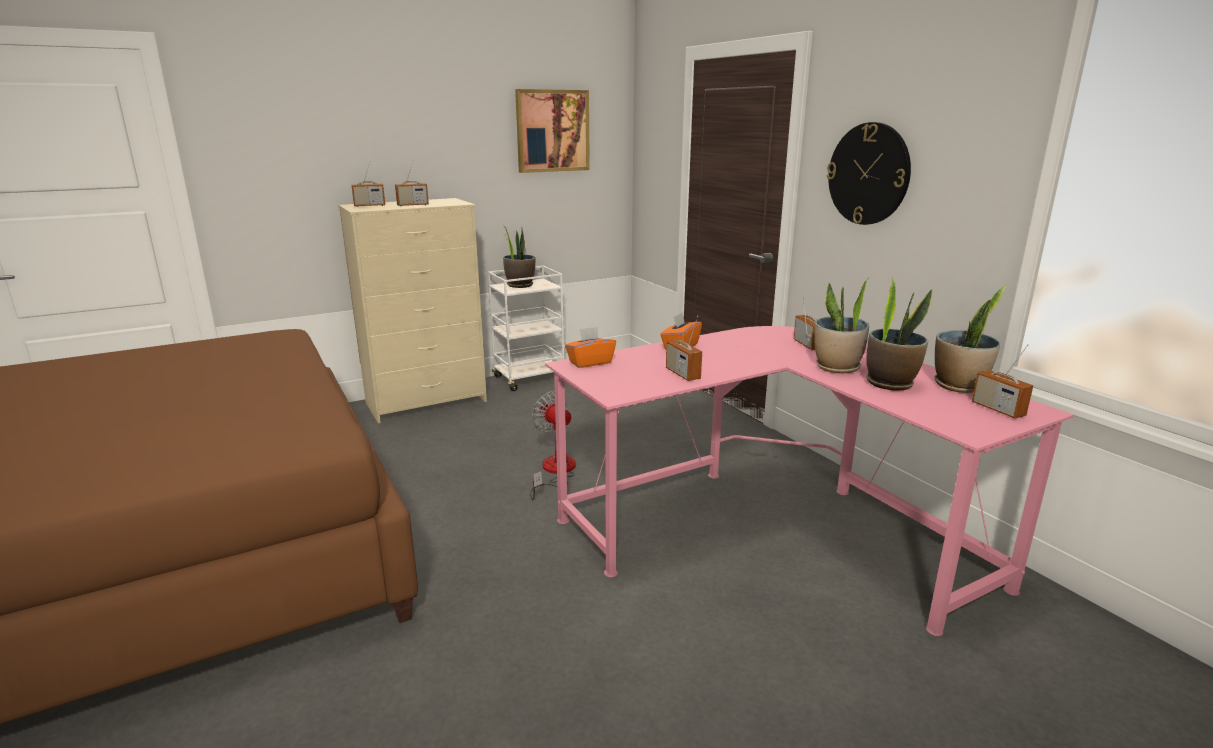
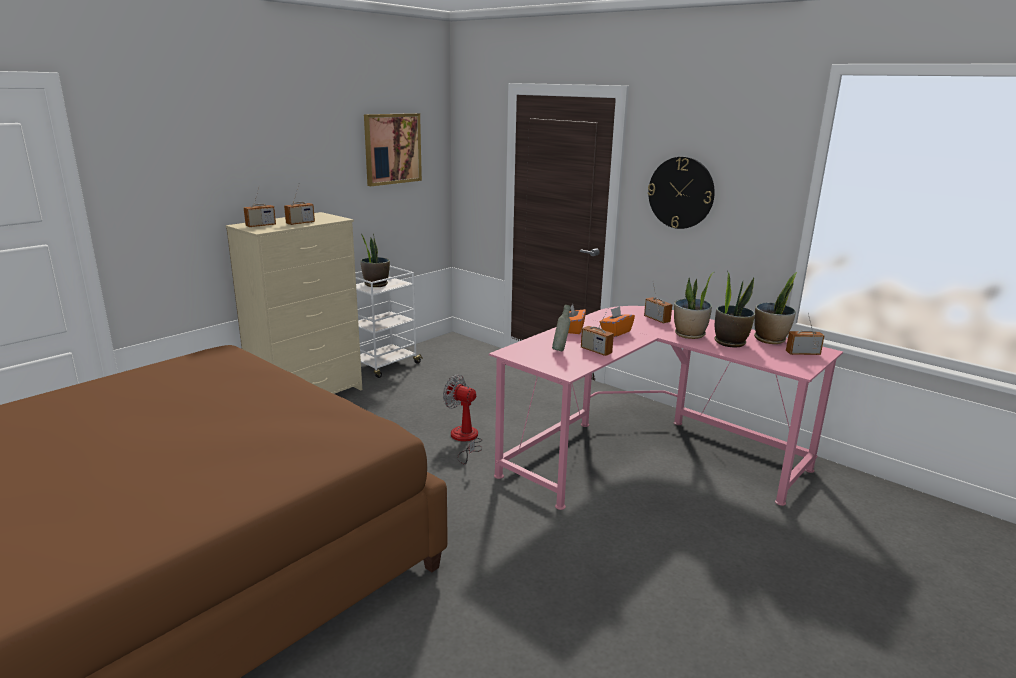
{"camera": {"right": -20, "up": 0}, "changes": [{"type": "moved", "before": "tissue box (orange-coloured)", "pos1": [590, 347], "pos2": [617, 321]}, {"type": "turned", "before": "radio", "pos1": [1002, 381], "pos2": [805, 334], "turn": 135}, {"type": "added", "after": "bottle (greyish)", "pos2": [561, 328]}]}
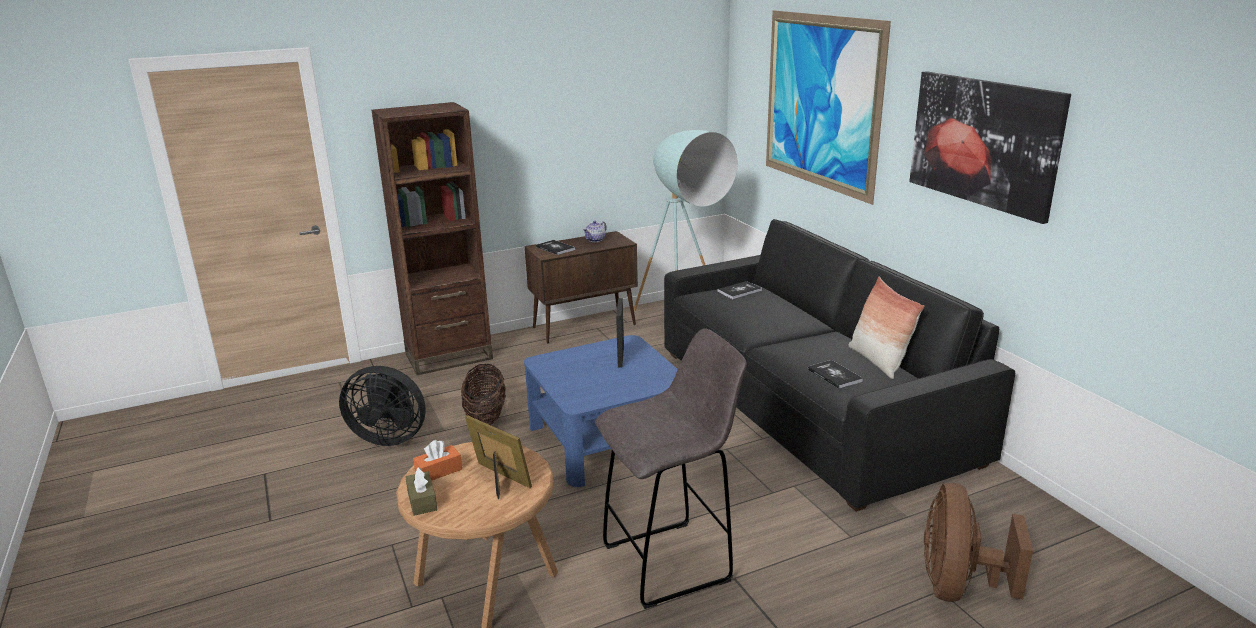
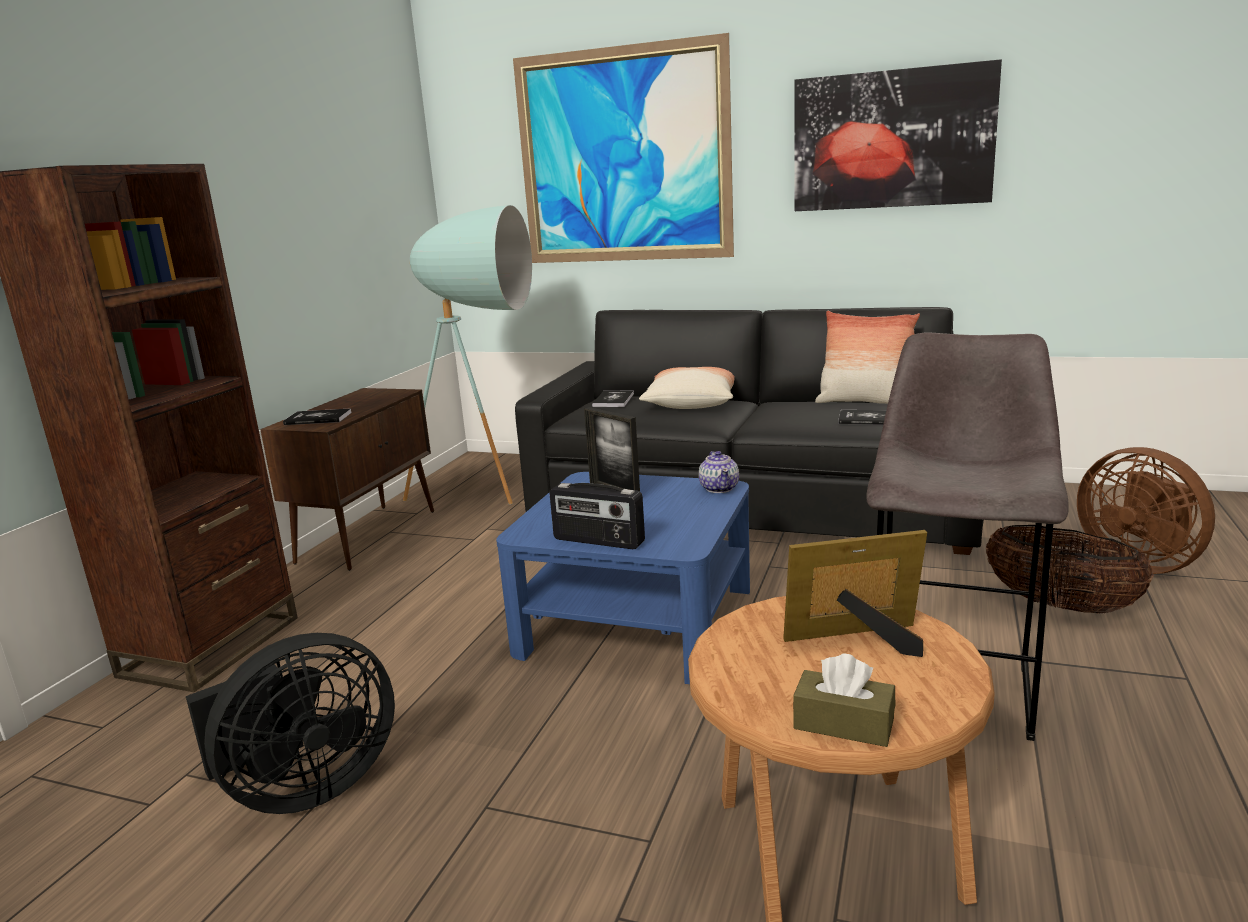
{"camera": {"right": -45, "up": -5}, "changes": [{"type": "moved", "before": "teapot", "pos1": [595, 231], "pos2": [719, 472]}, {"type": "moved", "before": "basket", "pos1": [483, 394], "pos2": [1070, 569]}, {"type": "removed", "before": "tissue box (orange-coloured)", "pos1": [437, 460]}, {"type": "added", "after": "cushion", "pos2": [687, 388]}, {"type": "added", "after": "radio", "pos2": [597, 516]}]}
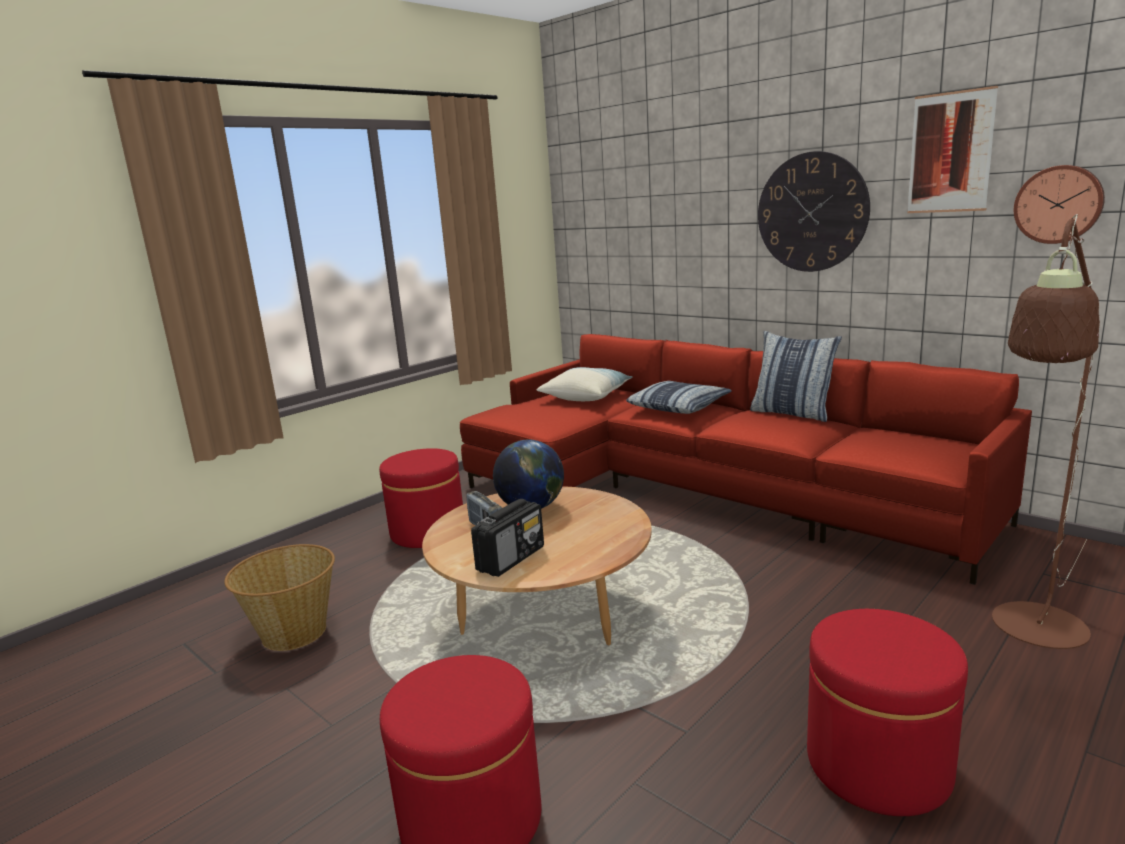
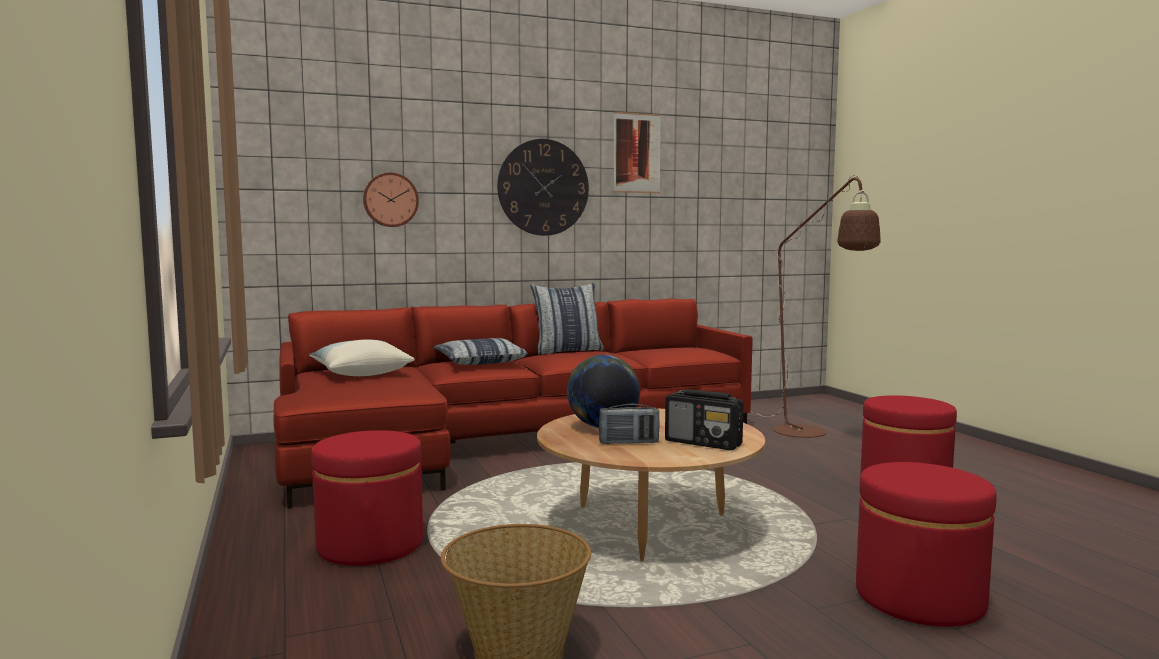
{"camera": {"right": -65, "up": -10}, "changes": [{"type": "moved", "before": "wall clock", "pos1": [1059, 204], "pos2": [391, 199]}, {"type": "turned", "before": "radio", "pos1": [507, 538], "pos2": [704, 419], "turn": 150}]}
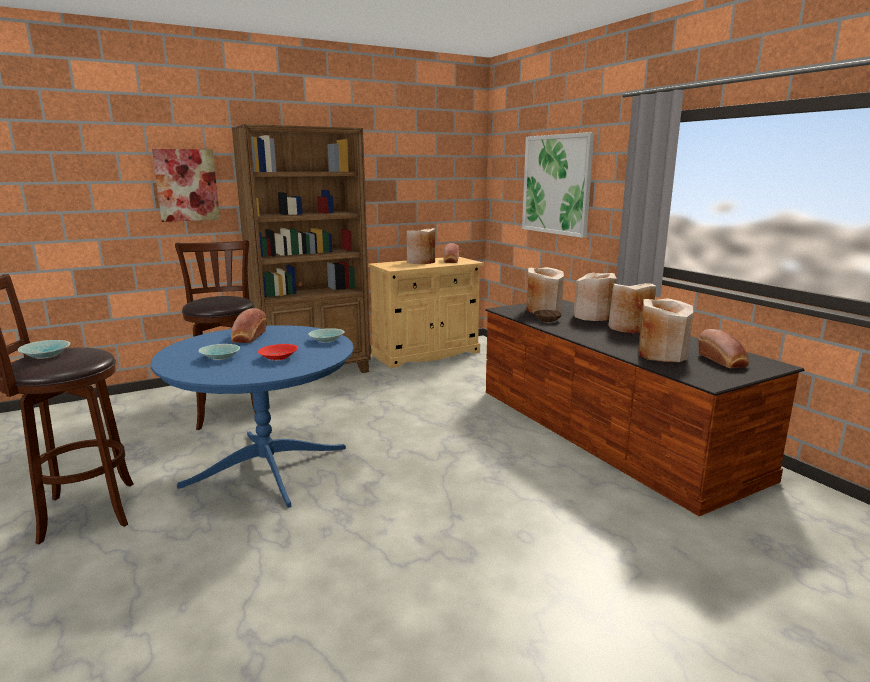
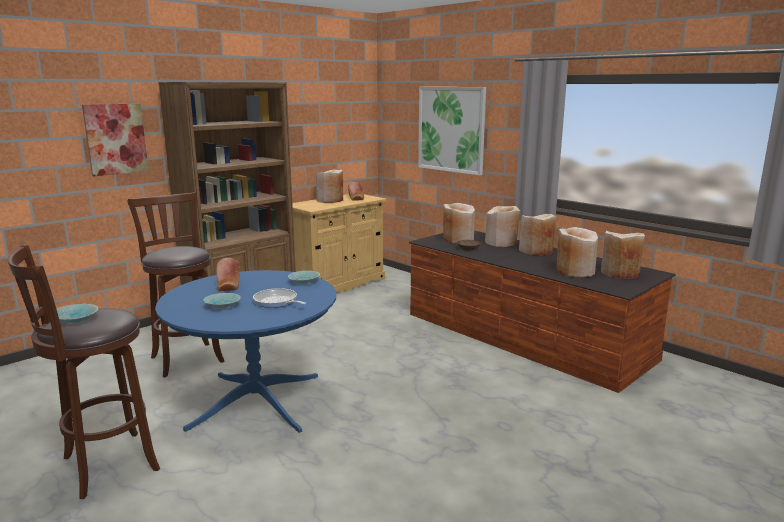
{"camera": {"right": -15, "up": 0}, "changes": [{"type": "replaced", "before": "bread", "after": "flower vase (beige-coloured)", "pos1": [723, 348], "pos2": [623, 255]}, {"type": "replaced", "before": "serving bowl (red)", "after": "skillet", "pos1": [278, 352], "pos2": [279, 298]}]}
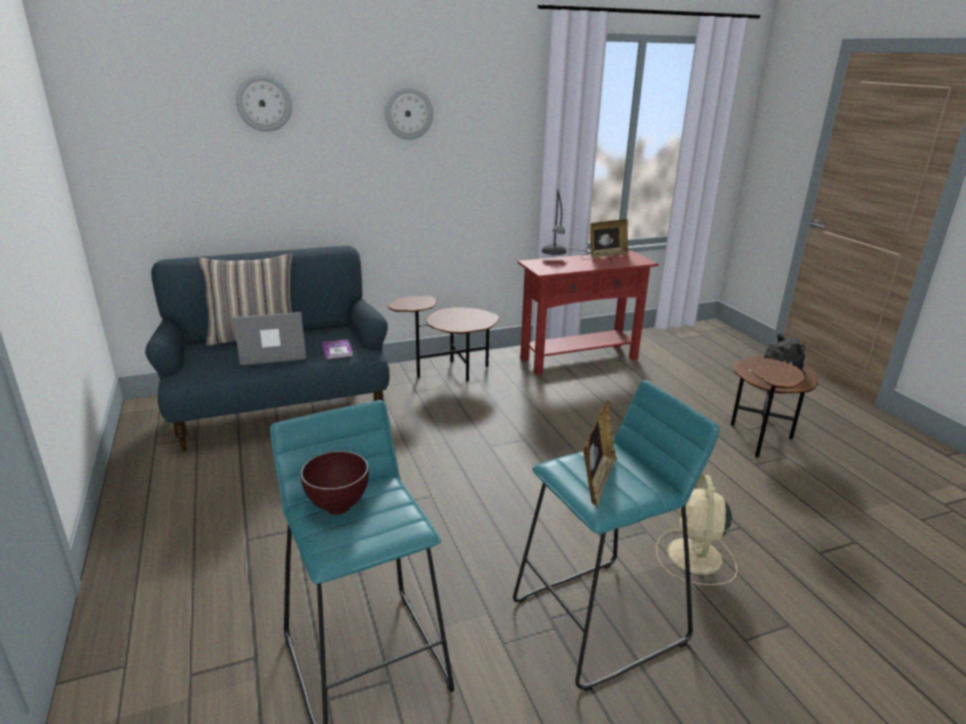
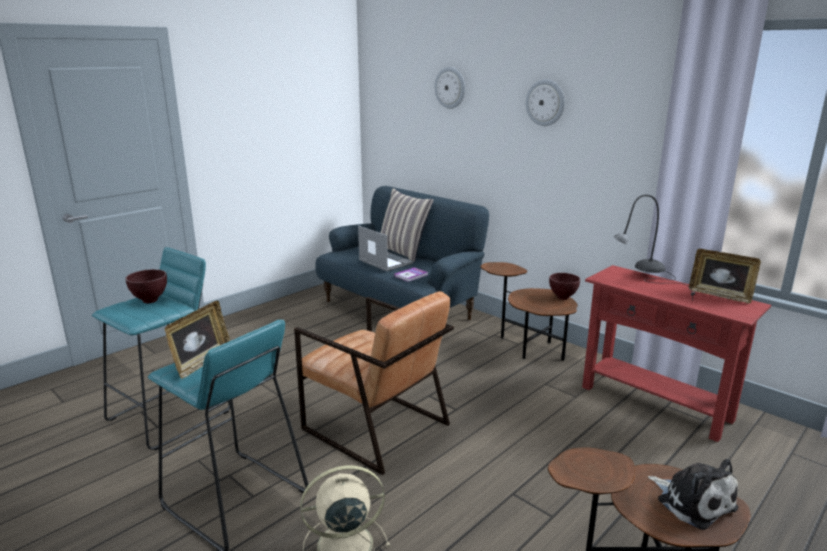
{"camera": {"right": 65, "up": -5}, "changes": [{"type": "turned", "before": "standing frame", "pos1": [600, 454], "pos2": [197, 339], "turn": -60}, {"type": "added", "after": "serving bowl (brown)", "pos2": [564, 286]}, {"type": "added", "after": "lounge chair (brown)", "pos2": [374, 383]}]}
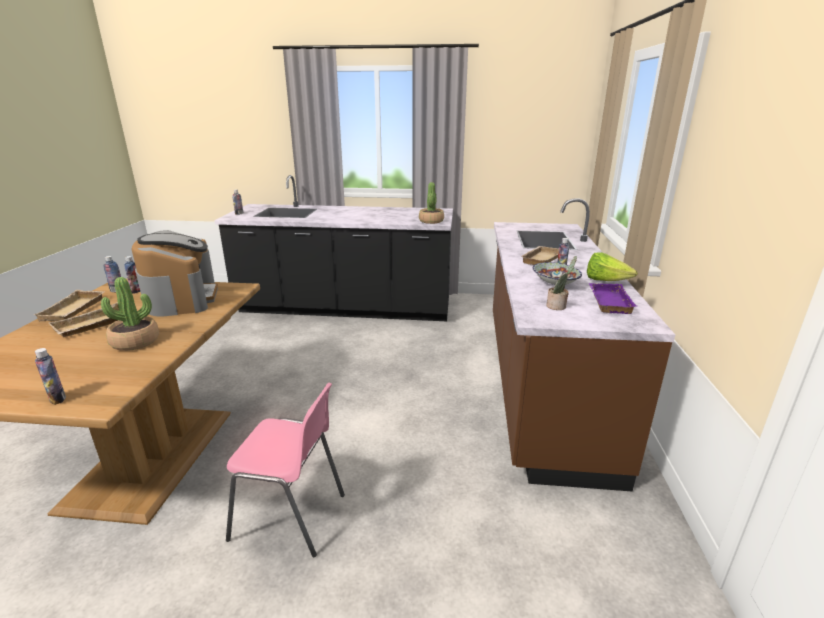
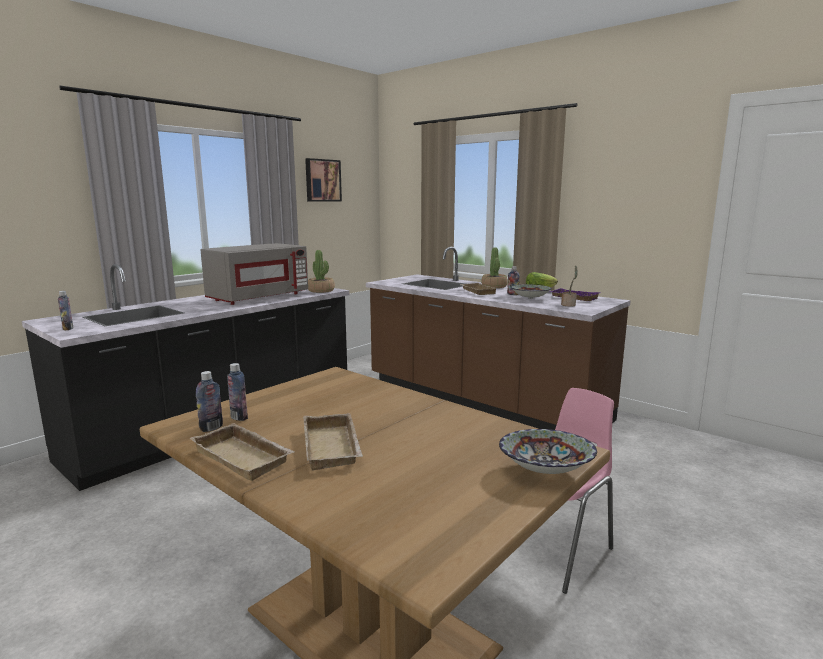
{"camera": {"right": -55, "up": -10}, "changes": [{"type": "removed", "before": "coffee brewer", "pos1": [175, 273]}, {"type": "moved", "before": "houseplant", "pos1": [130, 314], "pos2": [494, 267]}, {"type": "replaced", "before": "bottle", "after": "serving bowl", "pos1": [50, 376], "pos2": [548, 451]}, {"type": "added", "after": "wall picture", "pos2": [323, 180]}, {"type": "added", "after": "microwave (greyish)", "pos2": [254, 274]}]}
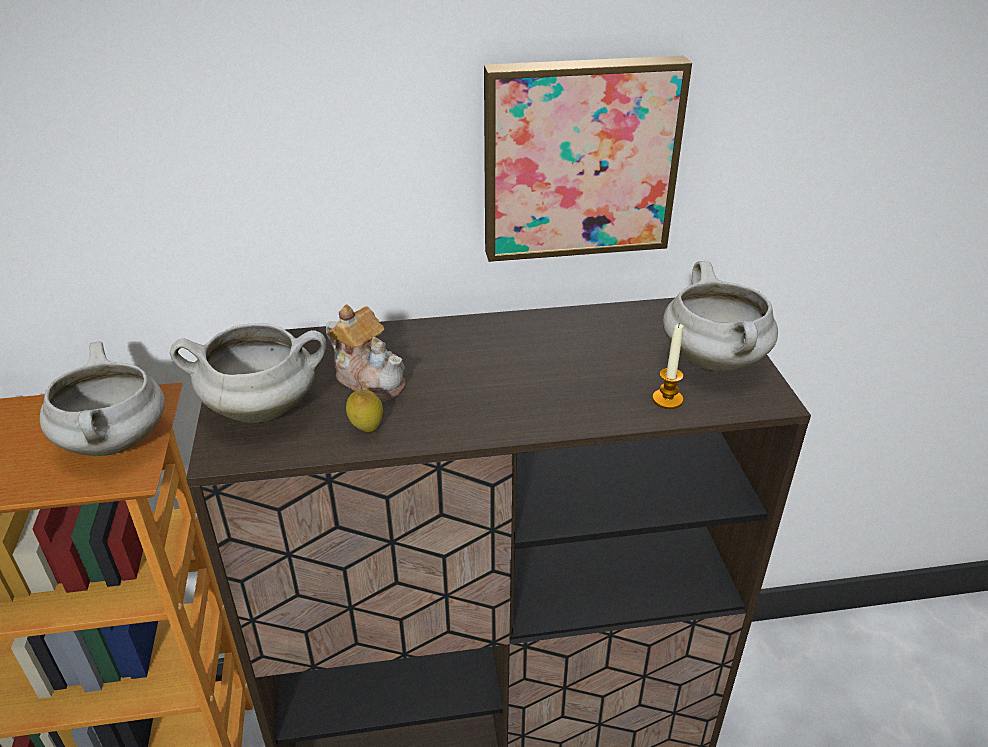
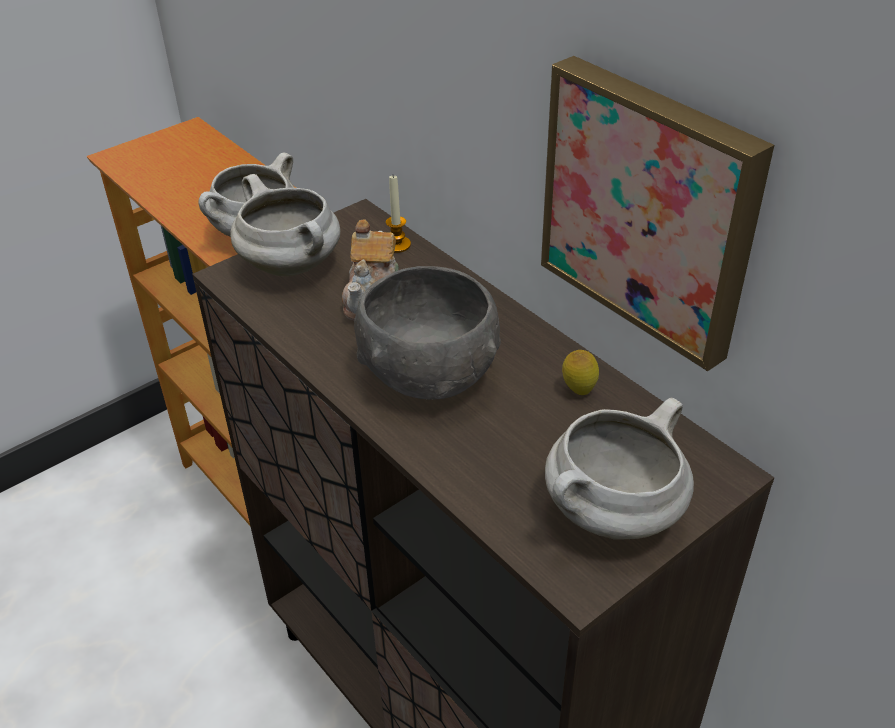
{"camera": {"right": 60, "up": 5}, "changes": [{"type": "moved", "before": "wax light", "pos1": [668, 366], "pos2": [398, 214]}, {"type": "moved", "before": "lemon", "pos1": [364, 410], "pos2": [580, 372]}, {"type": "added", "after": "serving bowl (greyish)", "pos2": [427, 333]}]}
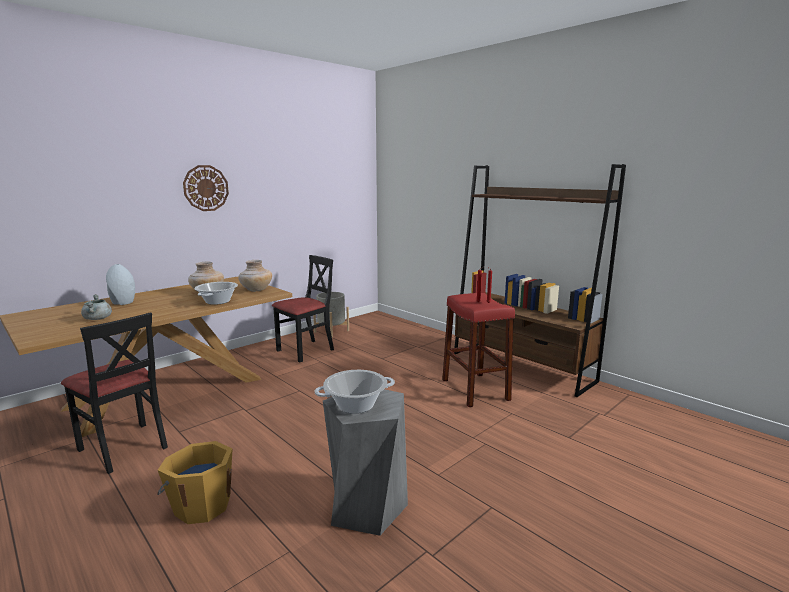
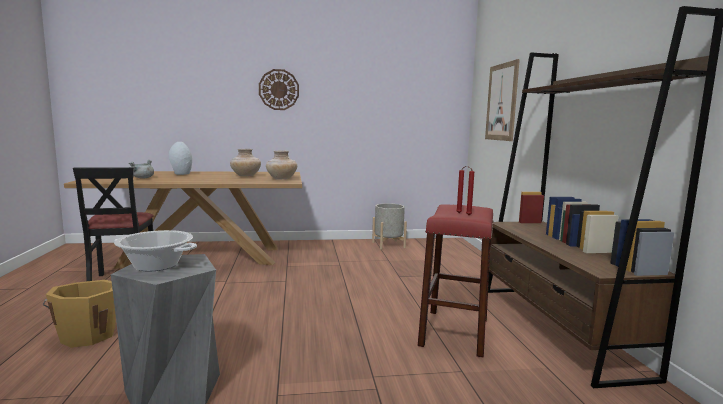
{"camera": {"right": 35, "up": -5}, "changes": [{"type": "removed", "before": "plain chair (blackish)", "pos1": [303, 309]}, {"type": "removed", "before": "saucepot", "pos1": [216, 293]}, {"type": "added", "after": "wall picture", "pos2": [502, 100]}]}
